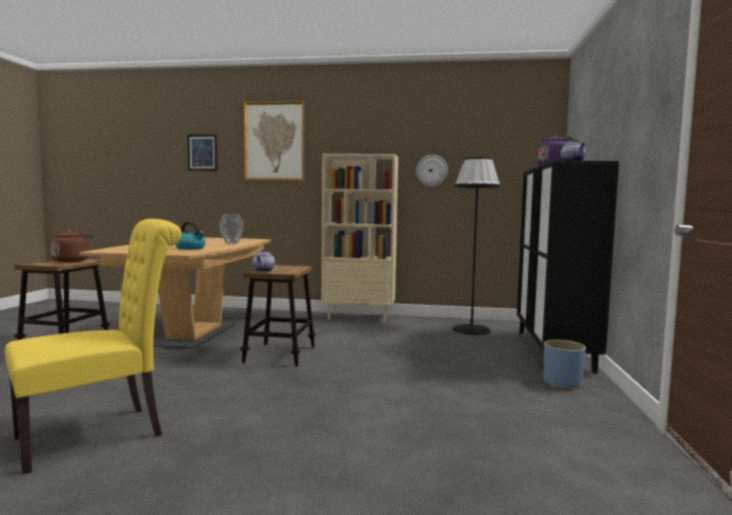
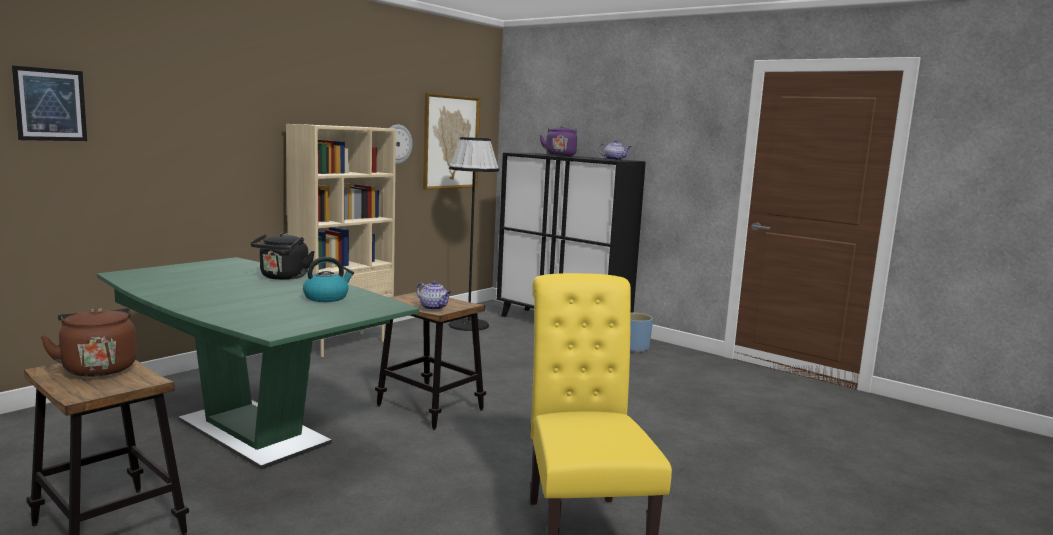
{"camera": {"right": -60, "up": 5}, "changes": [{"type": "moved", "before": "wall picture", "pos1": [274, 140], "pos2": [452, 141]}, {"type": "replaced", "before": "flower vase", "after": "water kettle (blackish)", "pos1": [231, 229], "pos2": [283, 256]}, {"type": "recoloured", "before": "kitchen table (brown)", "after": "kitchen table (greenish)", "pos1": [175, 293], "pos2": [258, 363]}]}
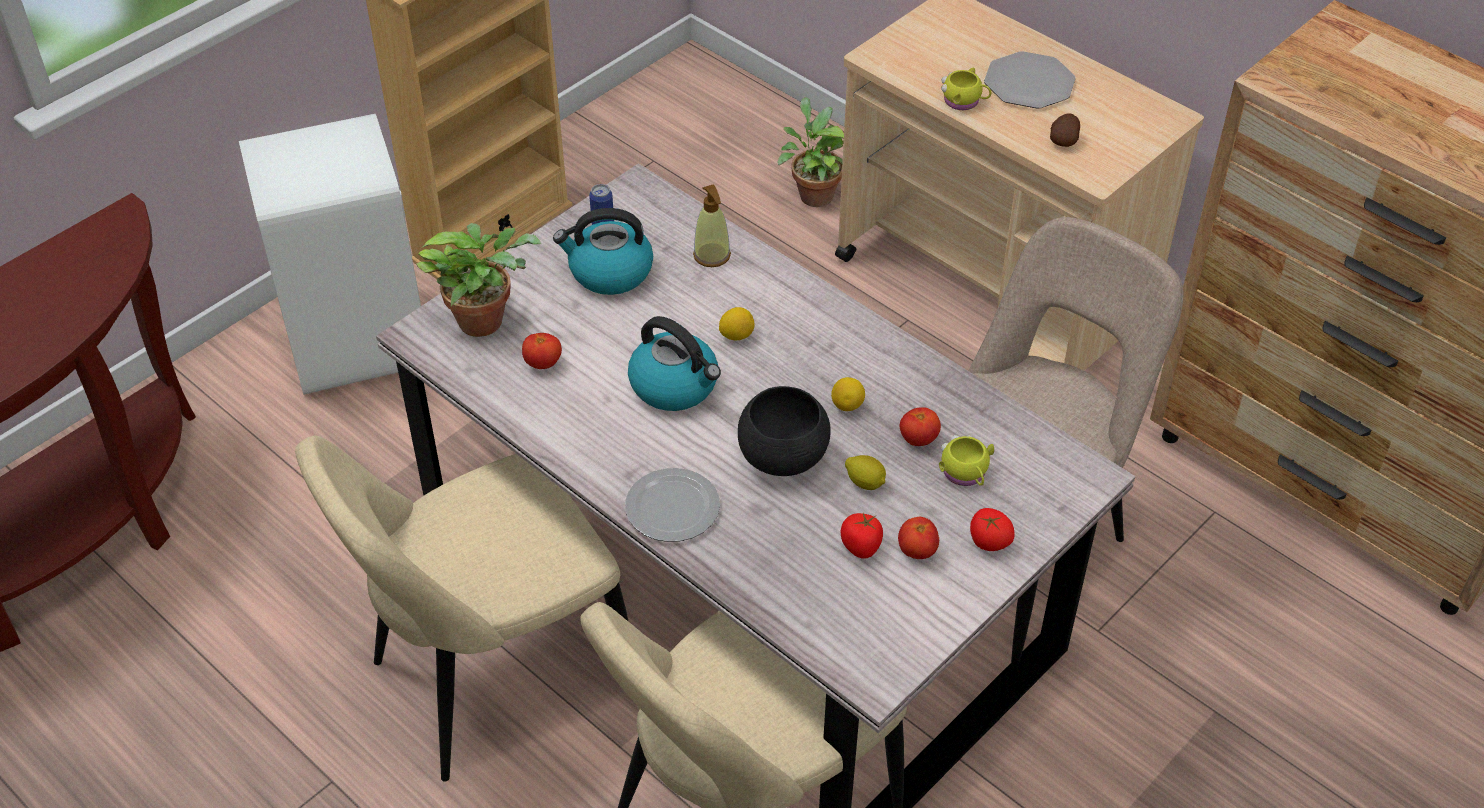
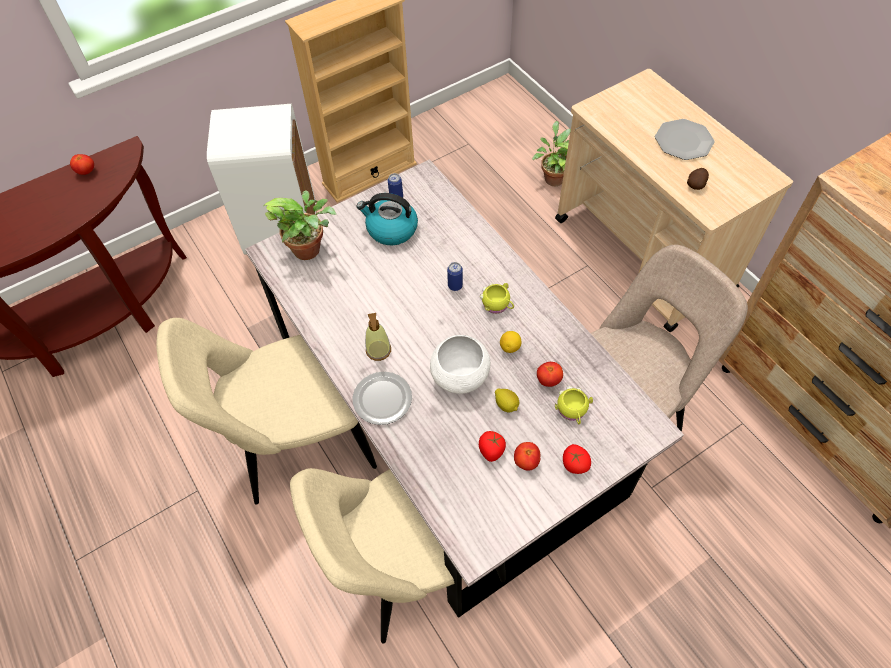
{"camera": {"right": 15, "up": 10}, "changes": [{"type": "moved", "before": "tea mug (yellowish)", "pos1": [966, 88], "pos2": [497, 298]}, {"type": "moved", "before": "soap dispenser", "pos1": [712, 225], "pos2": [378, 337]}, {"type": "replaced", "before": "lemon", "after": "metal can", "pos1": [737, 323], "pos2": [455, 276]}, {"type": "removed", "before": "water kettle", "pos1": [674, 363]}, {"type": "moved", "before": "fresh tomato", "pos1": [542, 351], "pos2": [82, 164]}, {"type": "recoloured", "before": "serving bowl (blackish)", "after": "serving bowl (white)", "pos1": [784, 431], "pos2": [460, 364]}]}
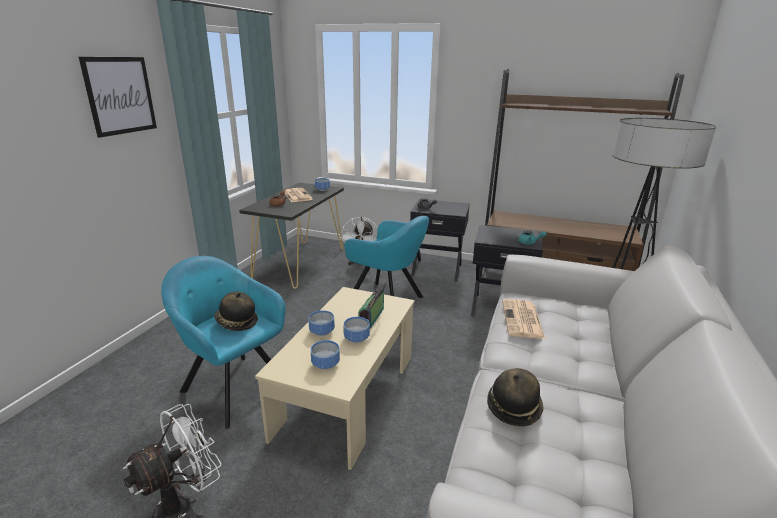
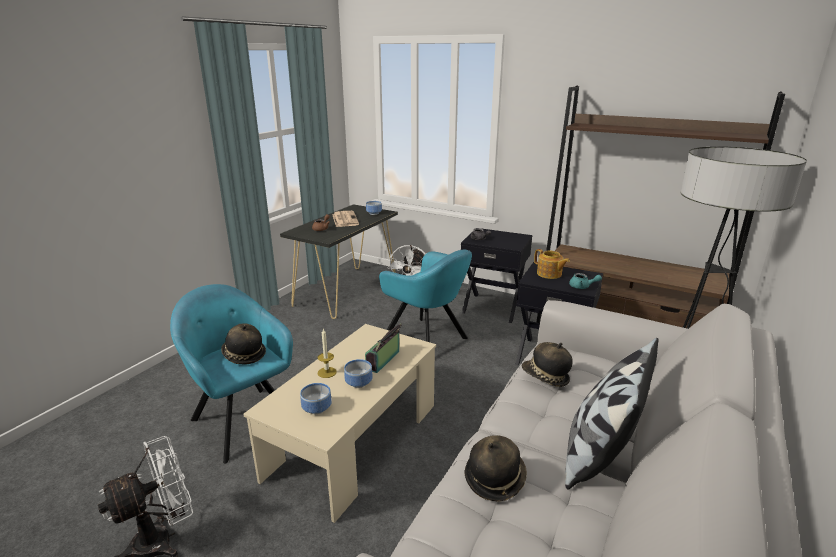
{"camera": {"right": 10, "up": 0}, "changes": [{"type": "removed", "before": "wall picture", "pos1": [118, 97]}, {"type": "replaced", "before": "daily paper", "after": "wearable hat", "pos1": [523, 319], "pos2": [547, 364]}, {"type": "replaced", "before": "serving bowl", "after": "wax light", "pos1": [322, 323], "pos2": [327, 353]}, {"type": "added", "after": "teapot", "pos2": [552, 264]}, {"type": "added", "after": "cushion", "pos2": [612, 414]}]}
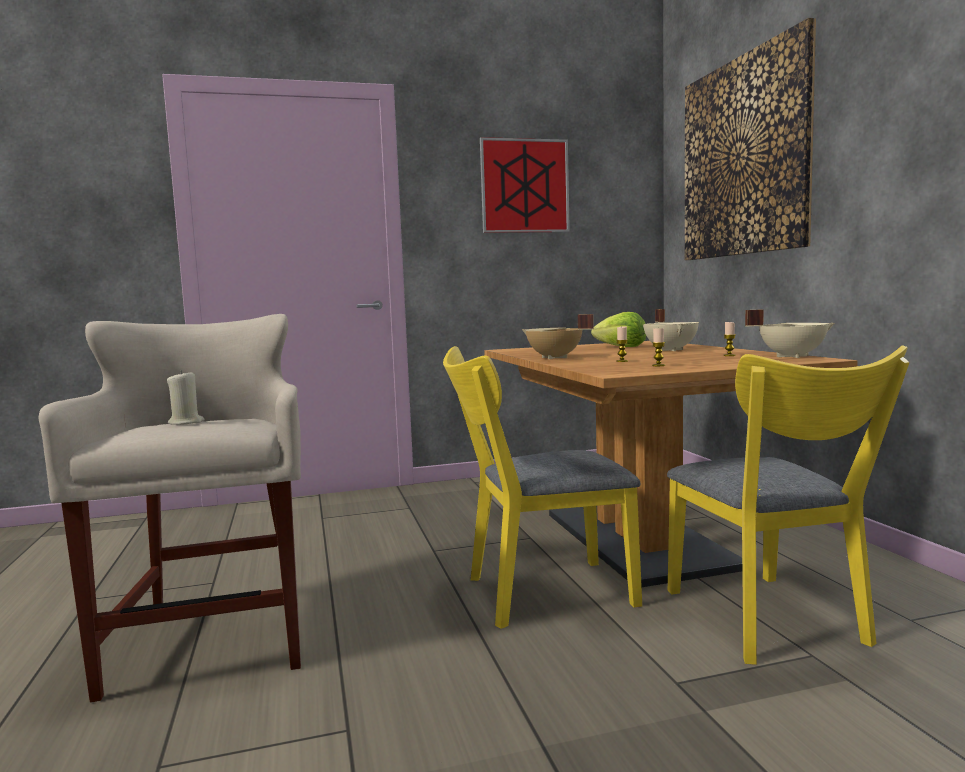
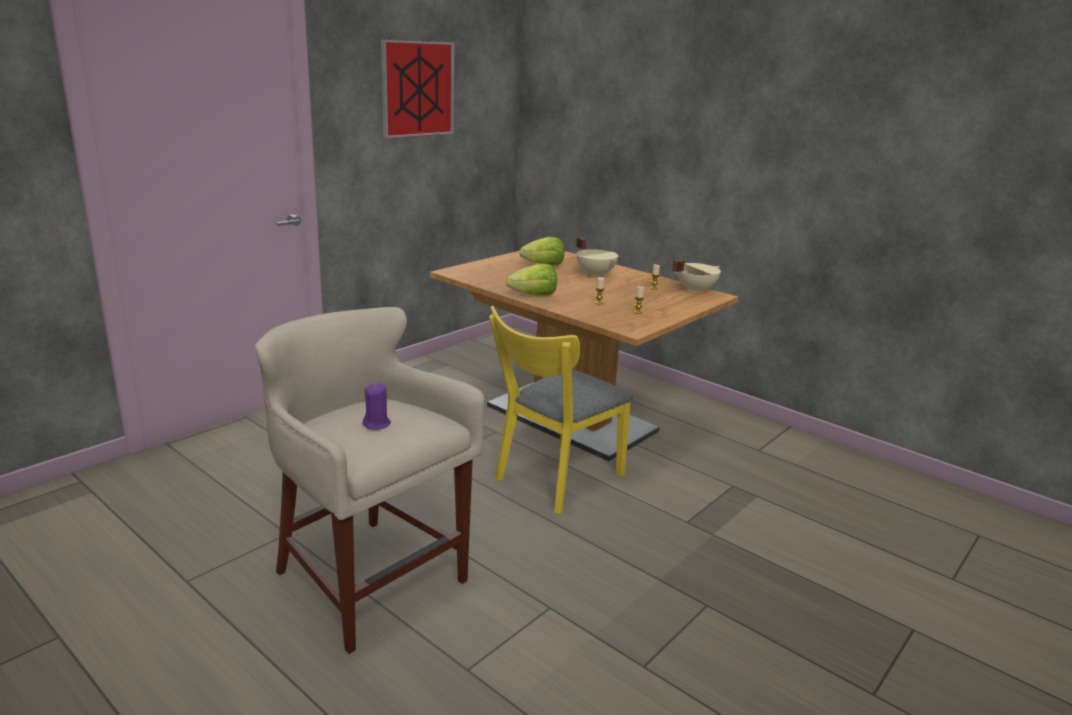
{"camera": {"right": -35, "up": 15}, "changes": [{"type": "removed", "before": "wall picture", "pos1": [750, 139]}, {"type": "replaced", "before": "saucepot (beige-coloured)", "after": "lettuce head", "pos1": [558, 336], "pos2": [531, 280]}, {"type": "removed", "before": "plain chair (yellowish)", "pos1": [788, 505]}, {"type": "recoloured", "before": "wax light (beige-coloured)", "after": "wax light (purple-coloured)", "pos1": [186, 397], "pos2": [377, 406]}]}
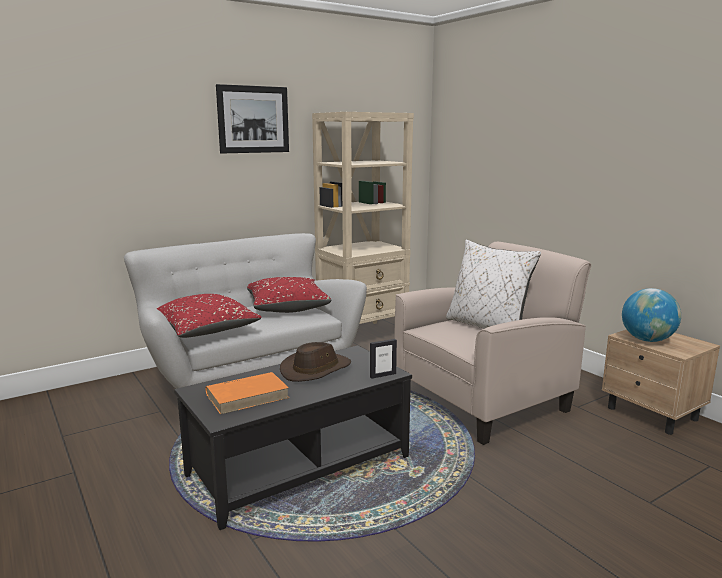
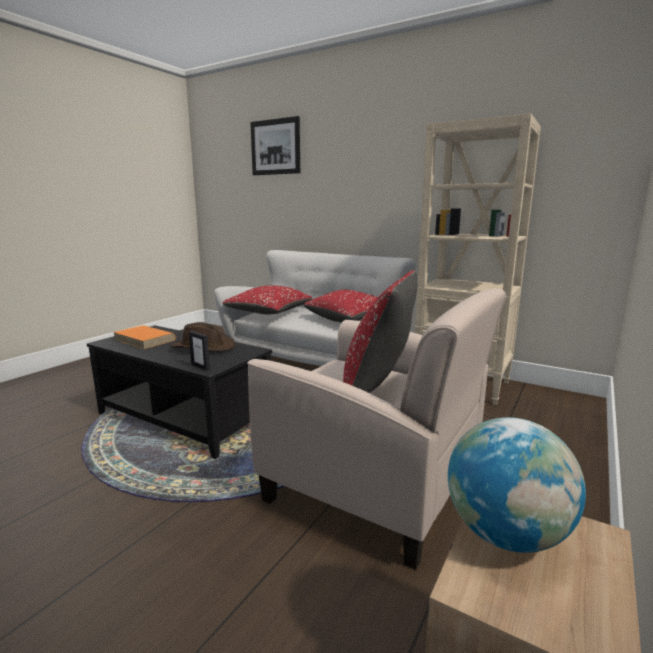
{"camera": {"right": 65, "up": 0}, "changes": [{"type": "moved", "before": "wall picture", "pos1": [252, 119], "pos2": [275, 145]}, {"type": "recoloured", "before": "cushion (white)", "after": "cushion (red)", "pos1": [493, 284], "pos2": [380, 331]}]}
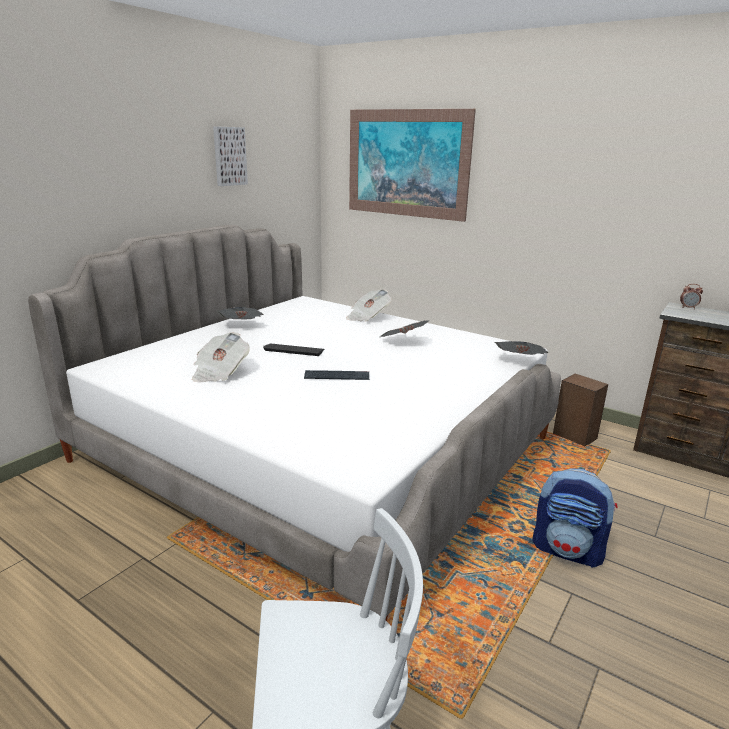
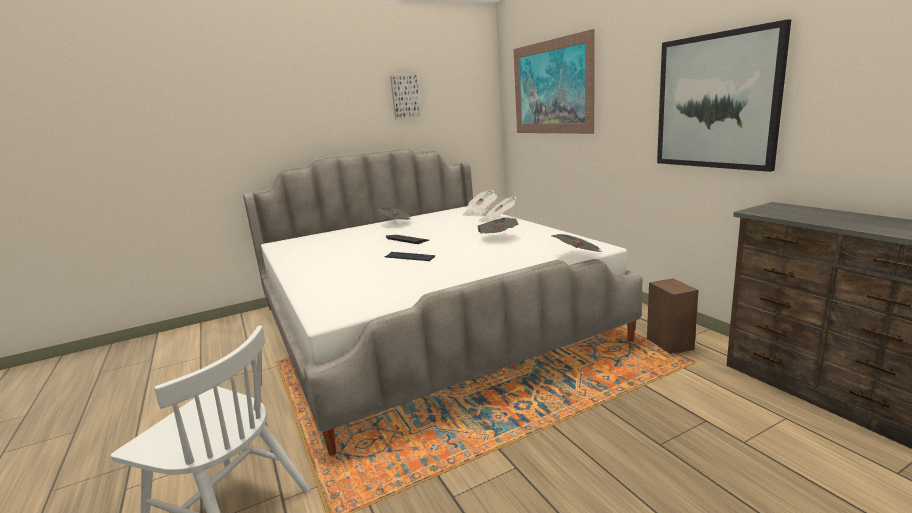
{"camera": {"right": 30, "up": -5}, "changes": [{"type": "removed", "before": "table clock", "pos1": [691, 296]}, {"type": "moved", "before": "daily paper", "pos1": [221, 357], "pos2": [479, 203]}, {"type": "removed", "before": "rucksack", "pos1": [575, 518]}, {"type": "added", "after": "wall picture", "pos2": [724, 95]}]}
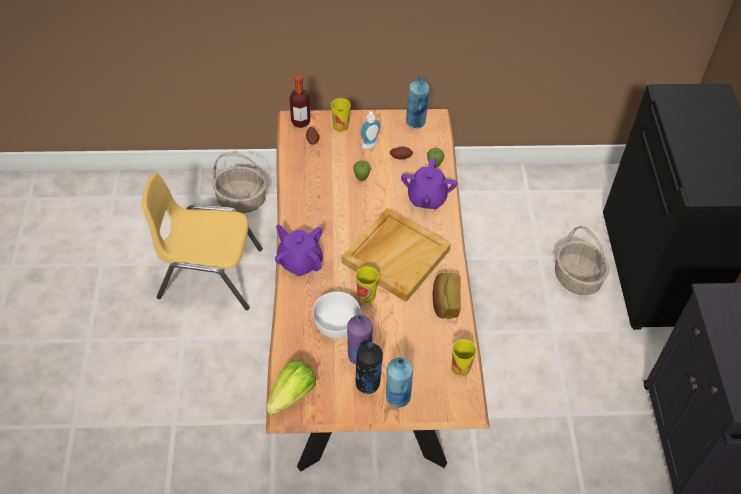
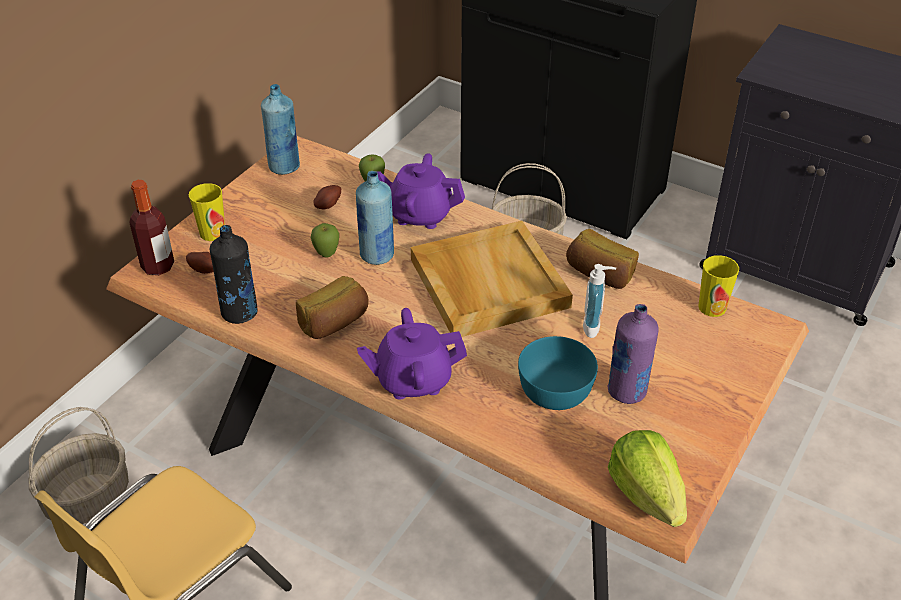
{"camera": {"right": -55, "up": -10}, "changes": [{"type": "moved", "before": "soap dispenser", "pos1": [370, 130], "pos2": [599, 301]}, {"type": "turned", "before": "teapot (purple-coloured)", "pos1": [429, 183], "pos2": [420, 191], "turn": 150}, {"type": "removed", "before": "drinking cup", "pos1": [367, 284]}, {"type": "recoloured", "before": "serving bowl (white)", "after": "serving bowl (turquoise-coloured)", "pos1": [337, 315], "pos2": [558, 373]}, {"type": "moved", "before": "bottle (blackish)", "pos1": [369, 368], "pos2": [233, 274]}, {"type": "moved", "before": "bottle (blue)", "pos1": [399, 382], "pos2": [375, 218]}, {"type": "added", "after": "bread", "pos2": [332, 307]}]}
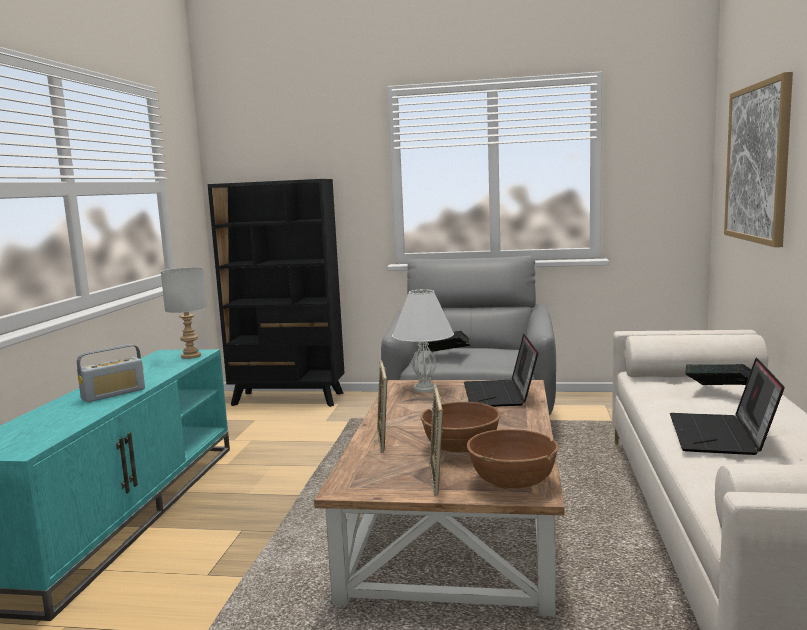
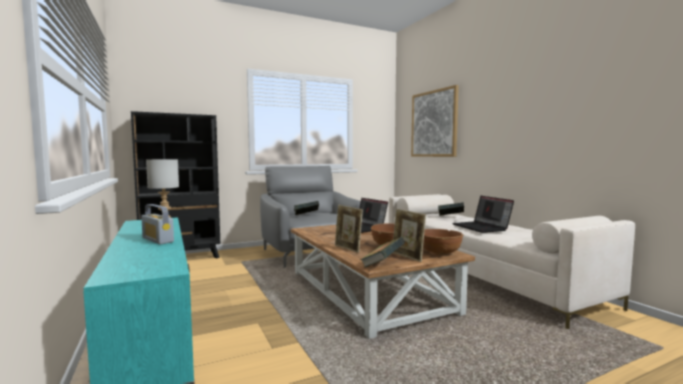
{"camera": {"right": -35, "up": -5}, "changes": [{"type": "removed", "before": "tabletop lamp (white)", "pos1": [423, 340]}, {"type": "turned", "before": "radio", "pos1": [111, 373], "pos2": [157, 224], "turn": 120}, {"type": "added", "after": "bound book", "pos2": [382, 252]}]}
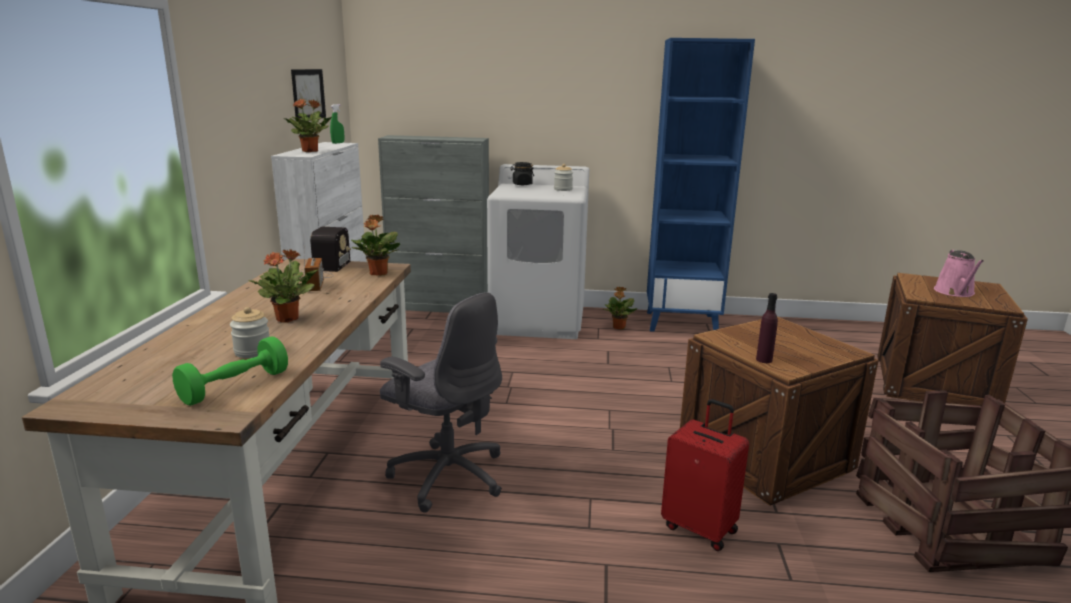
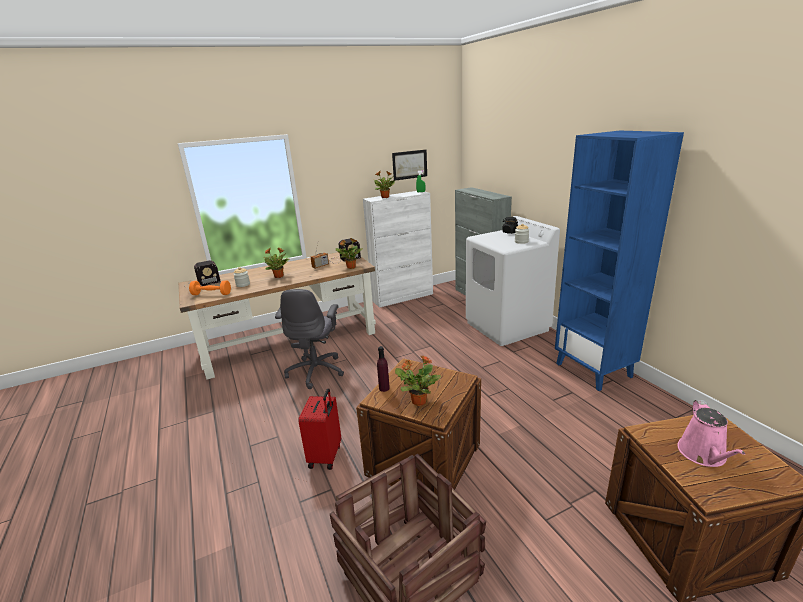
{"camera": {"right": 60, "up": 5}, "changes": [{"type": "turned", "before": "watering can (pink-coloured)", "pos1": [959, 273], "pos2": [711, 433], "turn": -60}, {"type": "moved", "before": "houseplant", "pos1": [620, 308], "pos2": [418, 380]}, {"type": "recoloured", "before": "dumbbell (greenish)", "after": "dumbbell (orange-coloured)", "pos1": [230, 371], "pos2": [210, 287]}, {"type": "added", "after": "radio", "pos2": [202, 274]}]}
